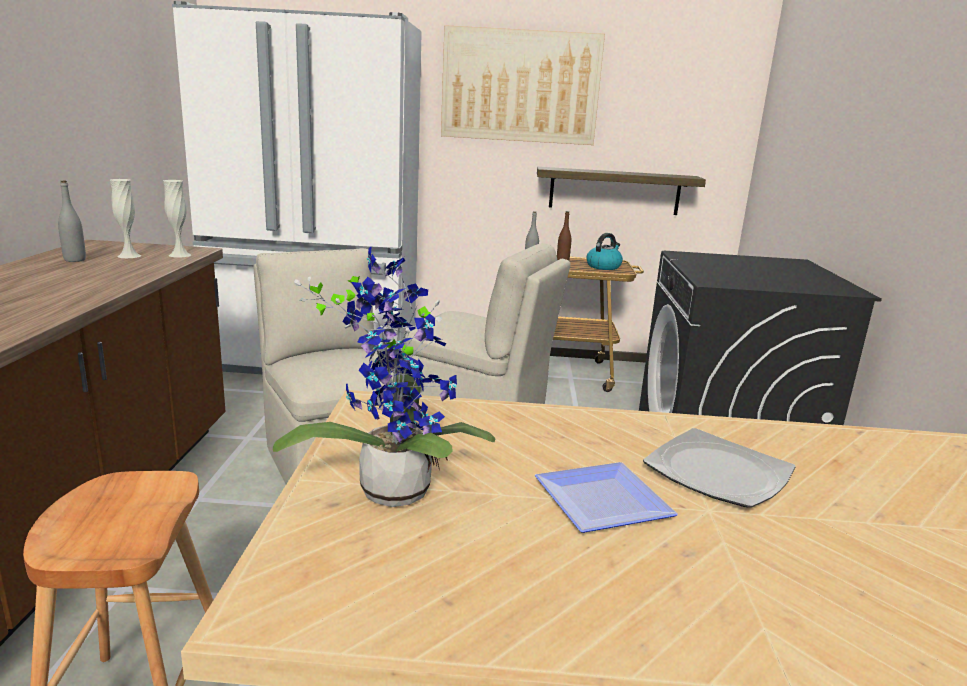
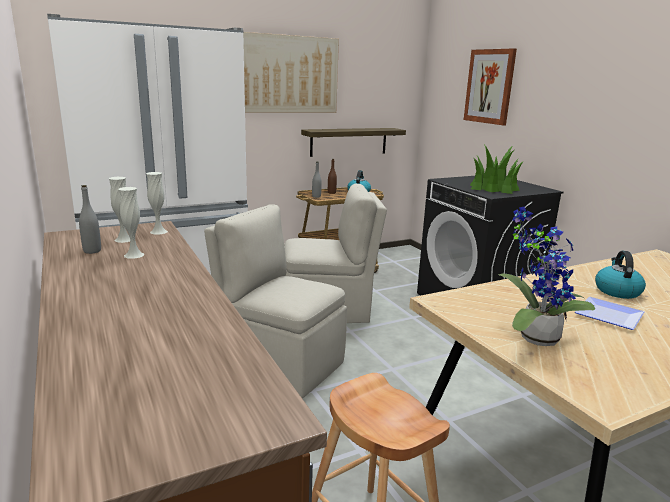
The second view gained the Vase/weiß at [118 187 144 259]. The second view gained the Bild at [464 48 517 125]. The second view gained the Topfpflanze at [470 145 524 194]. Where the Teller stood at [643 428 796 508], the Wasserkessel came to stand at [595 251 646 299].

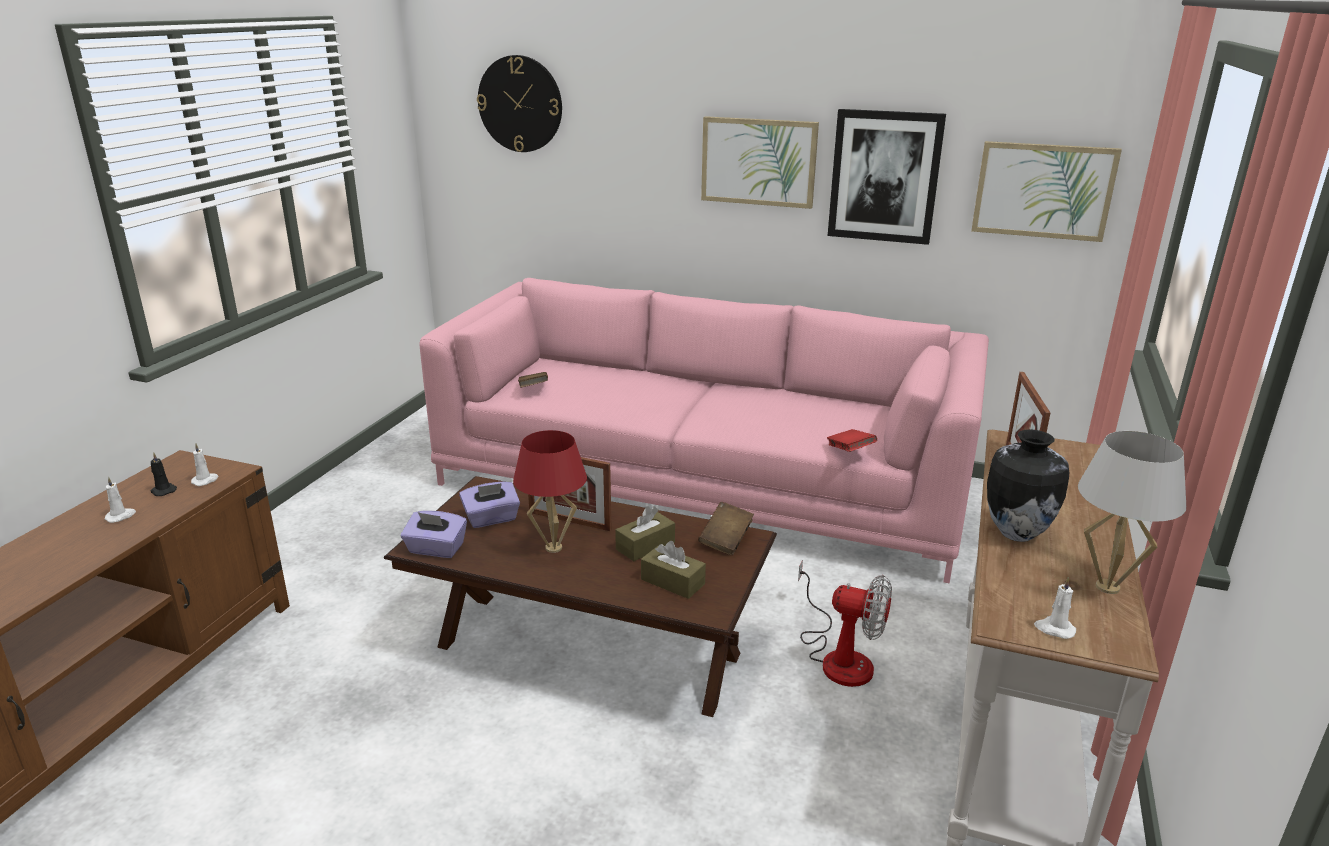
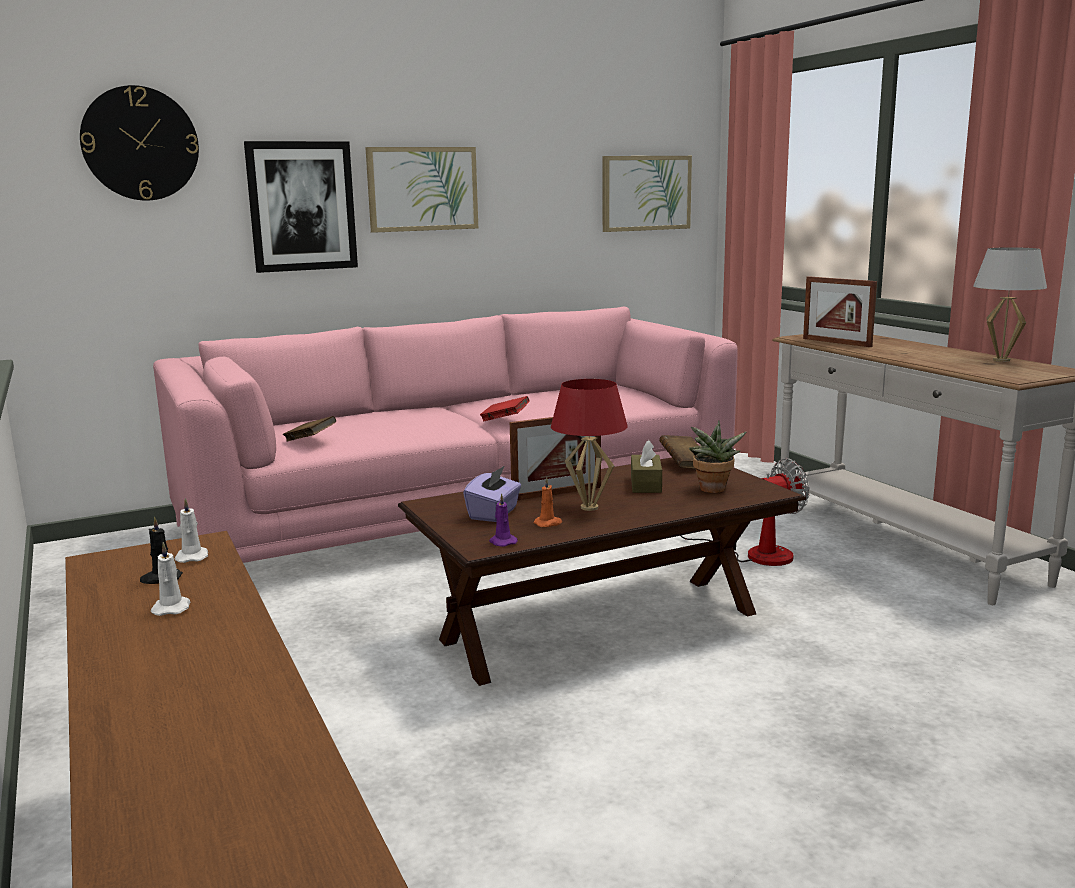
The second view lost the Vase at [987 429 1069 542]. The second view lost the Kerze/weiß at [1034 577 1076 639]. The second view gained the Kerze/orange at [534 477 562 527]. The Buch/rot ended up elsewhere, having gone from [827 429 877 452] to [480 396 530 422]. The Bild ended up elsewhere, having gone from [828 109 946 245] to [244 141 358 273]. Where the Taschentuchbox/lila stood at [401 511 467 558], the Kerze/lila came to stand at [489 493 517 547]. Where the Taschentuchbox/braun stood at [641 541 706 599], the Topfpflanze came to stand at [689 420 746 493].

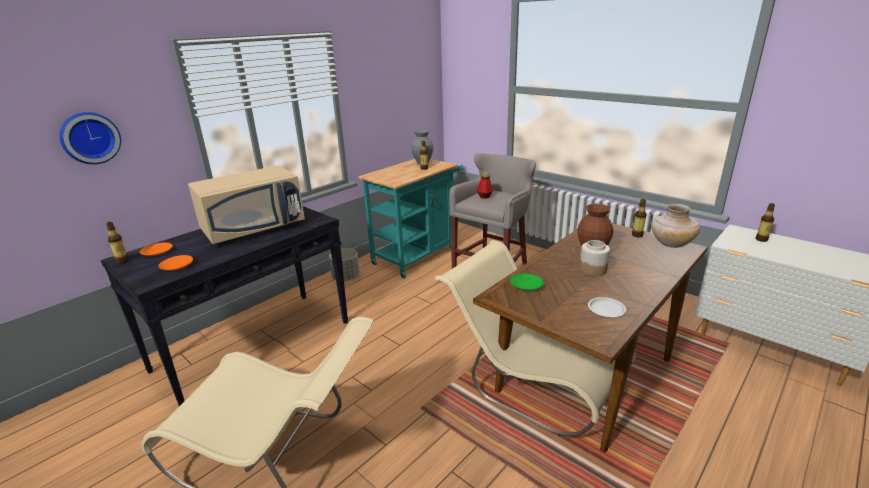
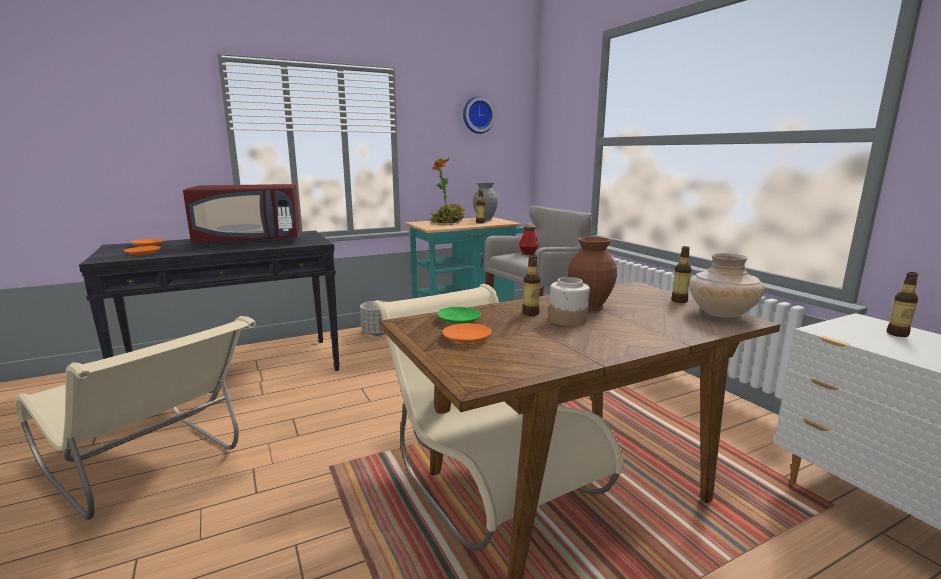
The second view lost the Teller/weiß at [588 297 626 317]. The second view gained the Topfpflanze at [429 157 465 223]. The second view gained the Teller/orange at [442 323 492 343]. The Wanduhr ended up elsewhere, having gone from [59 112 121 164] to [463 96 495 134]. The Flasche ended up elsewhere, having gone from [106 222 129 264] to [523 255 540 316]. What was the Mikrowelle/beige at [188 165 305 244] turned into the Mikrowelle/rot at [183 184 300 246].

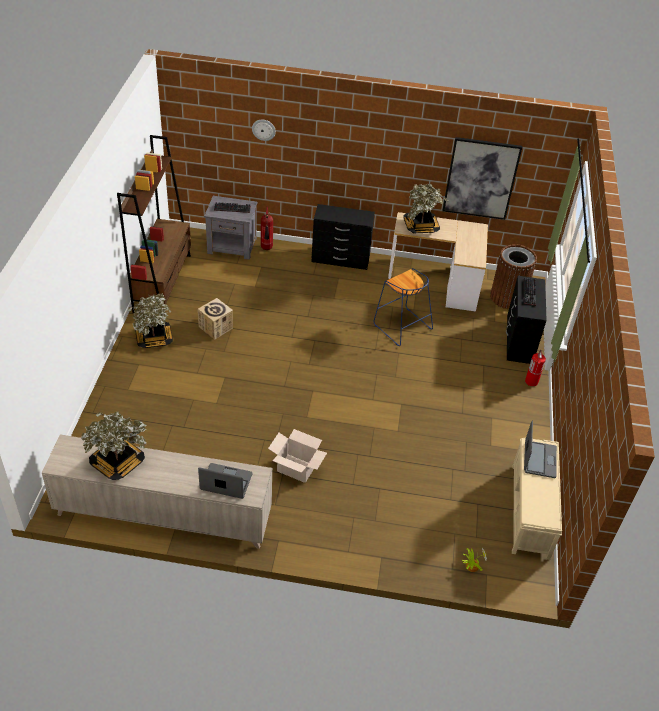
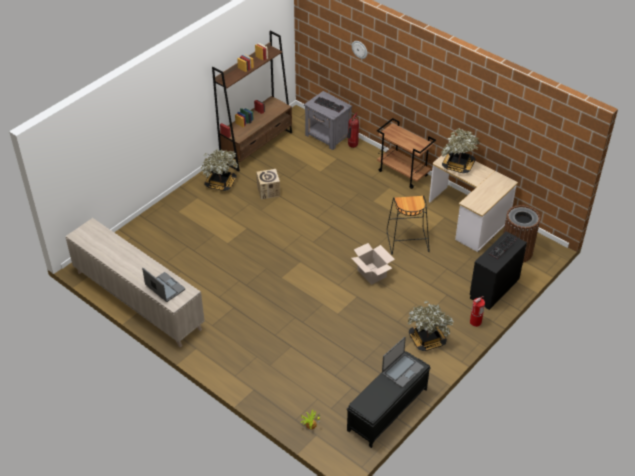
The second view lost the Bild at [442 137 522 220]. The Topfpflanze ended up elsewhere, having gone from [81 411 147 480] to [408 301 454 351]. The Karton ended up elsewhere, having gone from [268 429 327 483] to [351 243 395 285]. Where the Kommode/schwarz stood at [312 204 375 270], the Rollwagen/braun came to stand at [377 118 436 189]. What was the Hocker/blau at [373 268 433 346] turned into the Hocker/schwarz at [387 195 430 255]. What was the Bank/beige at [512 438 562 560] turned into the Bank/schwarz at [346 351 431 448].

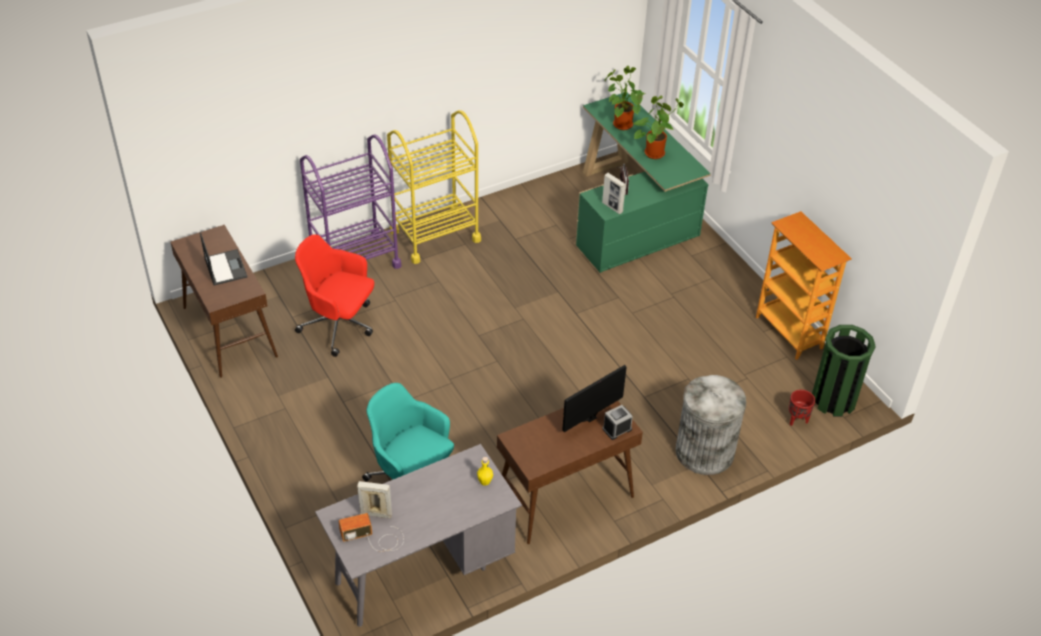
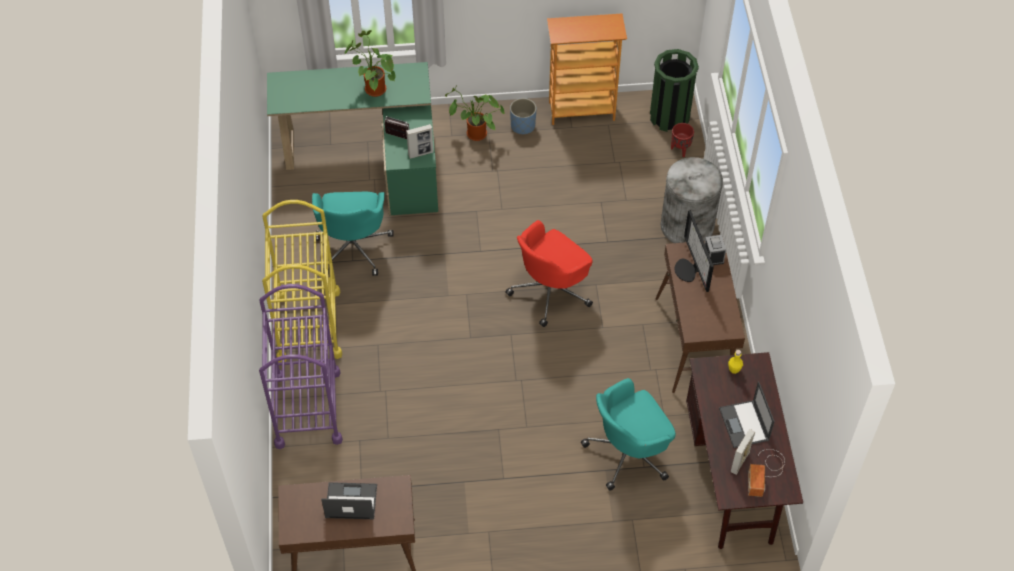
The second view gained the Bürostuhl/türkis at [312 192 394 276]. The second view gained the Pflanzkübel/blau at [510 98 537 134]. The second view gained the Laptop at [719 381 775 448]. The Bürostuhl/rot ended up elsewhere, having gone from [295 234 374 357] to [505 220 593 327]. The Topfpflanze ended up elsewhere, having gone from [604 66 645 130] to [445 84 504 141]. What was the Schreibtisch/grau at [315 444 522 627] turned into the Schreibtisch/braun at [686 352 803 549].

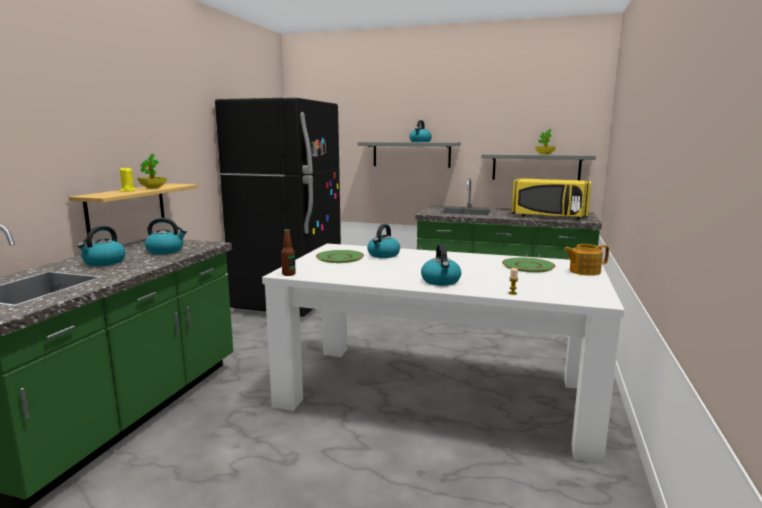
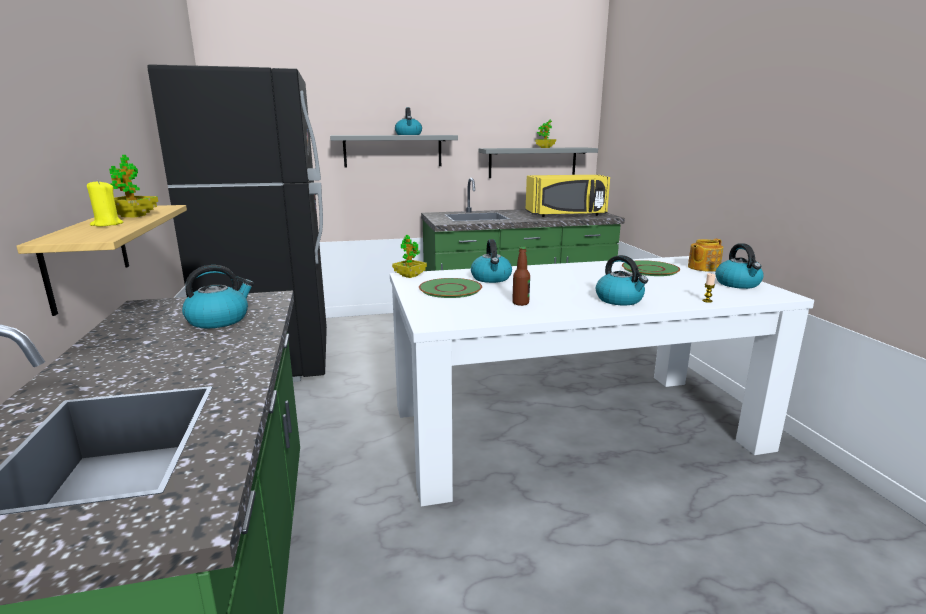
The second view gained the Topfpflanze at [392 235 427 278]. The Wasserkessel ended up elsewhere, having gone from [77 226 126 266] to [715 243 764 289]. The Flasche ended up elsewhere, having gone from [281 229 296 276] to [512 246 530 306].

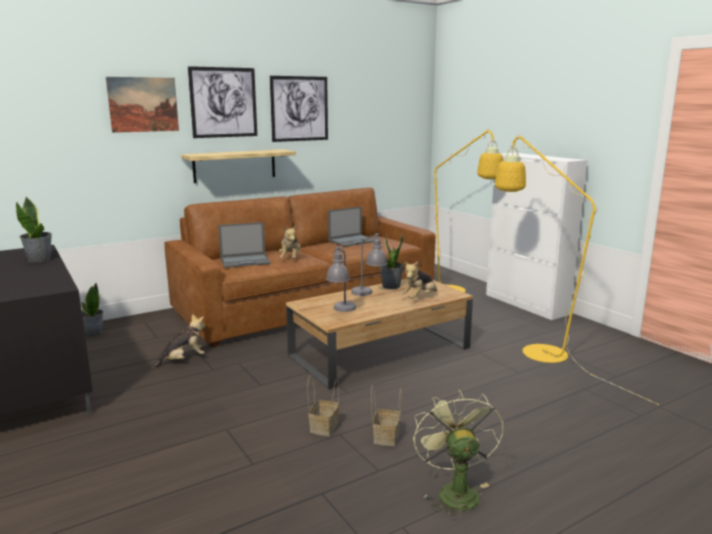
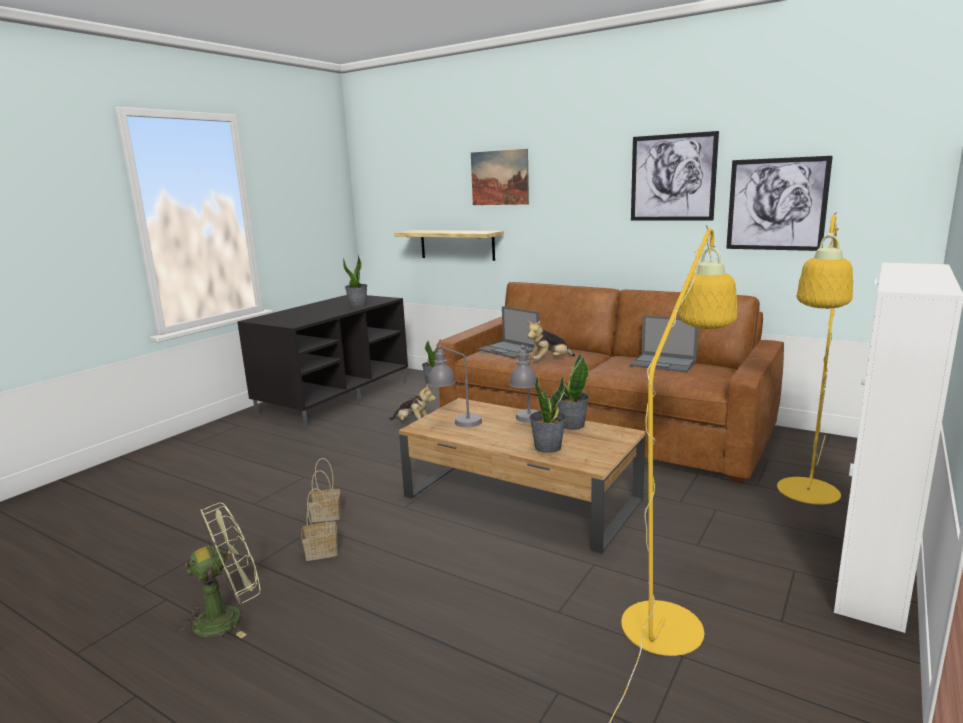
The Wandregal ended up elsewhere, having gone from [181 149 296 183] to [394 230 504 261]. The Bild ended up elsewhere, having gone from [188 66 257 138] to [726 156 833 251]. Where the Plüschtier stood at [400 261 437 299], the Topfpflanze came to stand at [529 375 566 453].

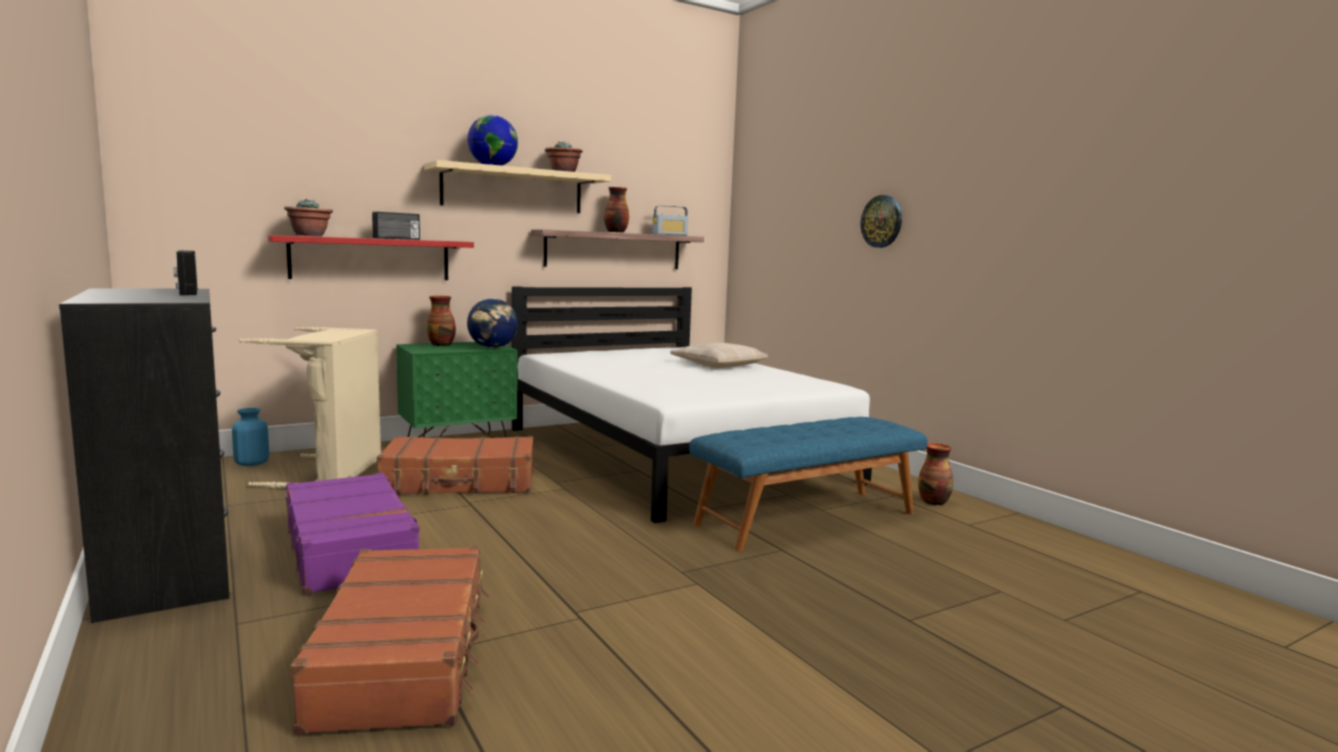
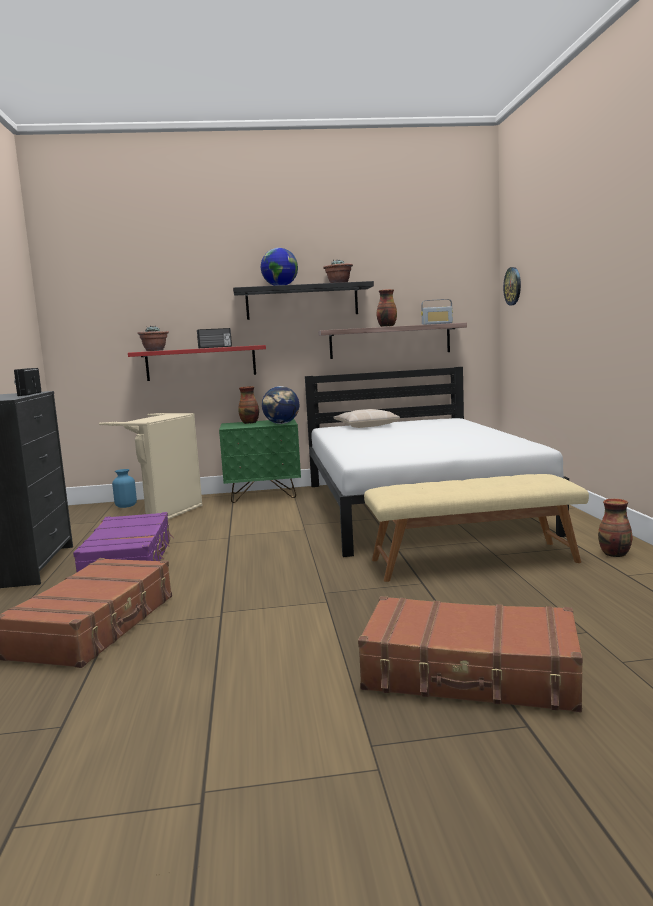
The Koffer/braun ended up elsewhere, having gone from [377 436 533 494] to [358 596 583 712]. The Kissen/beige ended up elsewhere, having gone from [670 343 768 368] to [333 409 400 428]. The Wanduhr ended up elsewhere, having gone from [861 195 902 248] to [503 267 521 305]. What was the Wandregal/beige at [424 160 611 213] turned into the Wandregal/schwarz at [233 281 374 320]. What was the Bank/blau at [689 417 928 551] turned into the Bank/beige at [364 474 589 582].

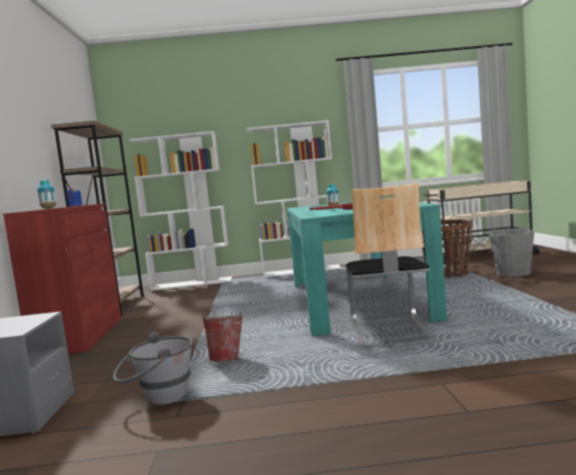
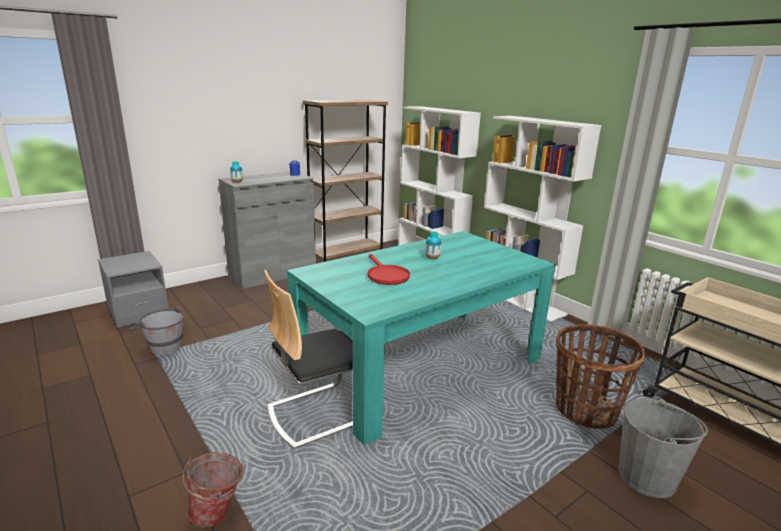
The Eimer ended up elsewhere, having gone from [202 313 246 362] to [183 452 243 528]. What was the Schrank/rot at [3 203 122 354] turned into the Schrank/grau at [219 172 316 289].

